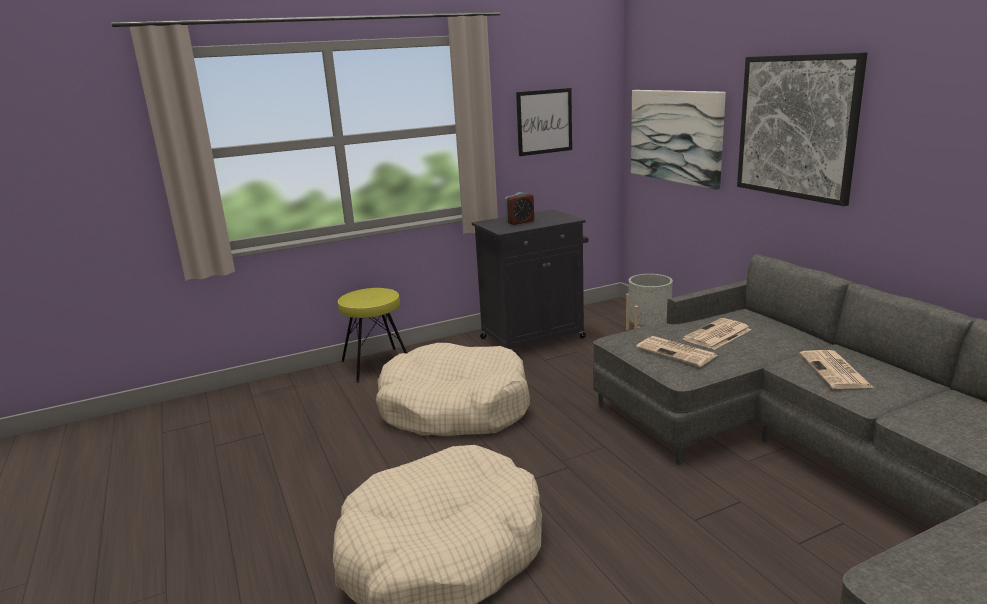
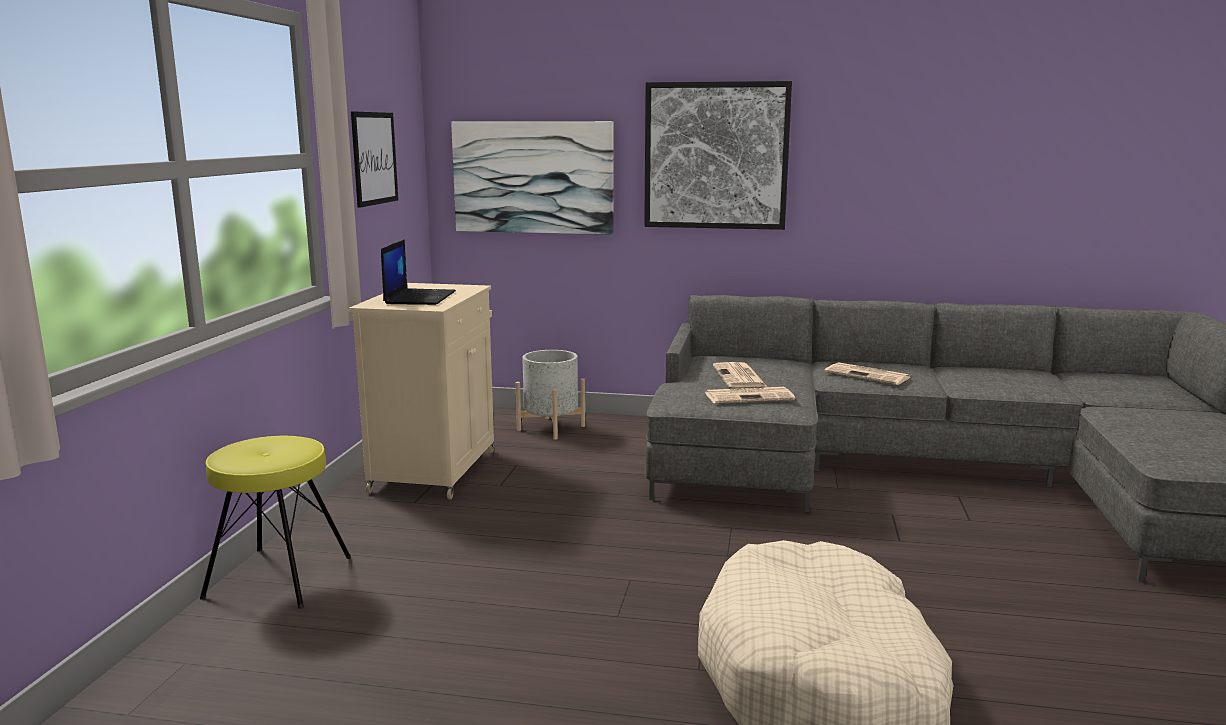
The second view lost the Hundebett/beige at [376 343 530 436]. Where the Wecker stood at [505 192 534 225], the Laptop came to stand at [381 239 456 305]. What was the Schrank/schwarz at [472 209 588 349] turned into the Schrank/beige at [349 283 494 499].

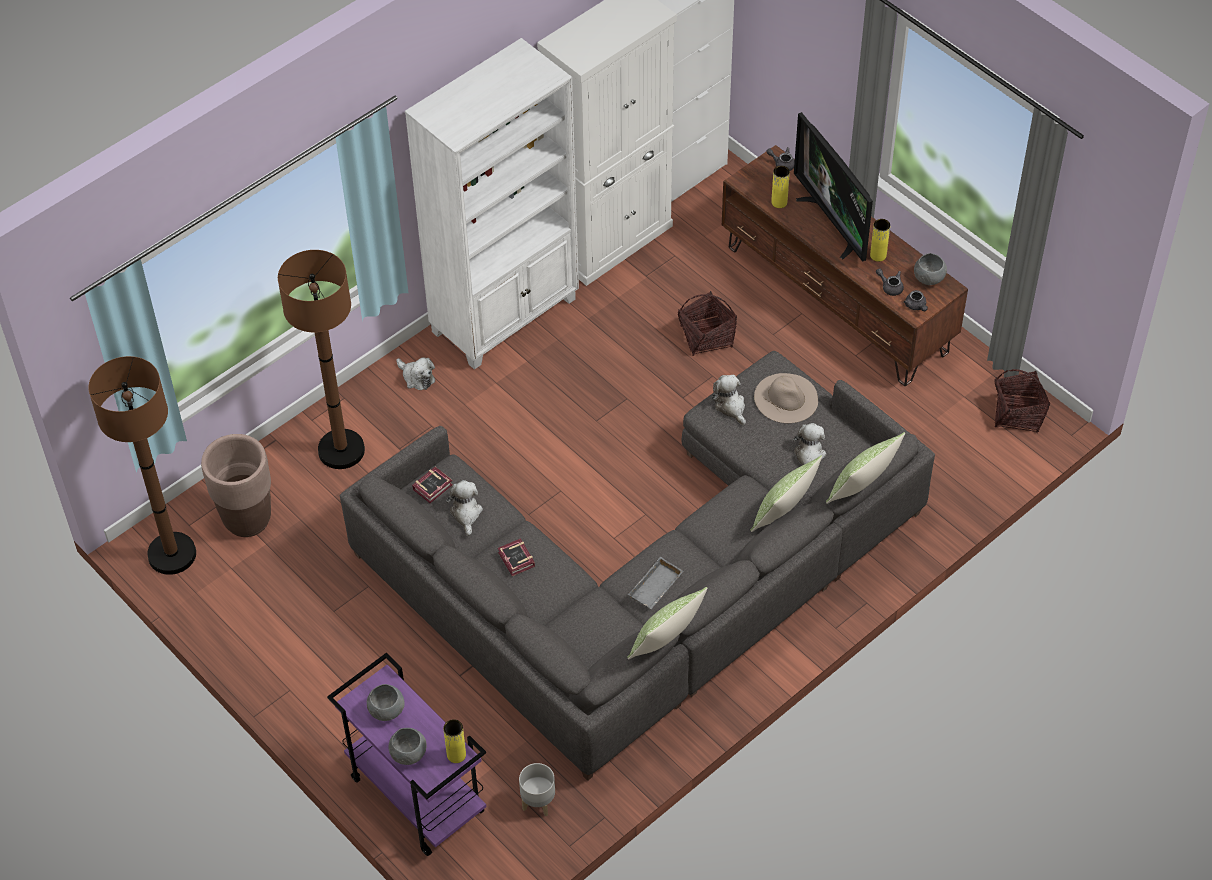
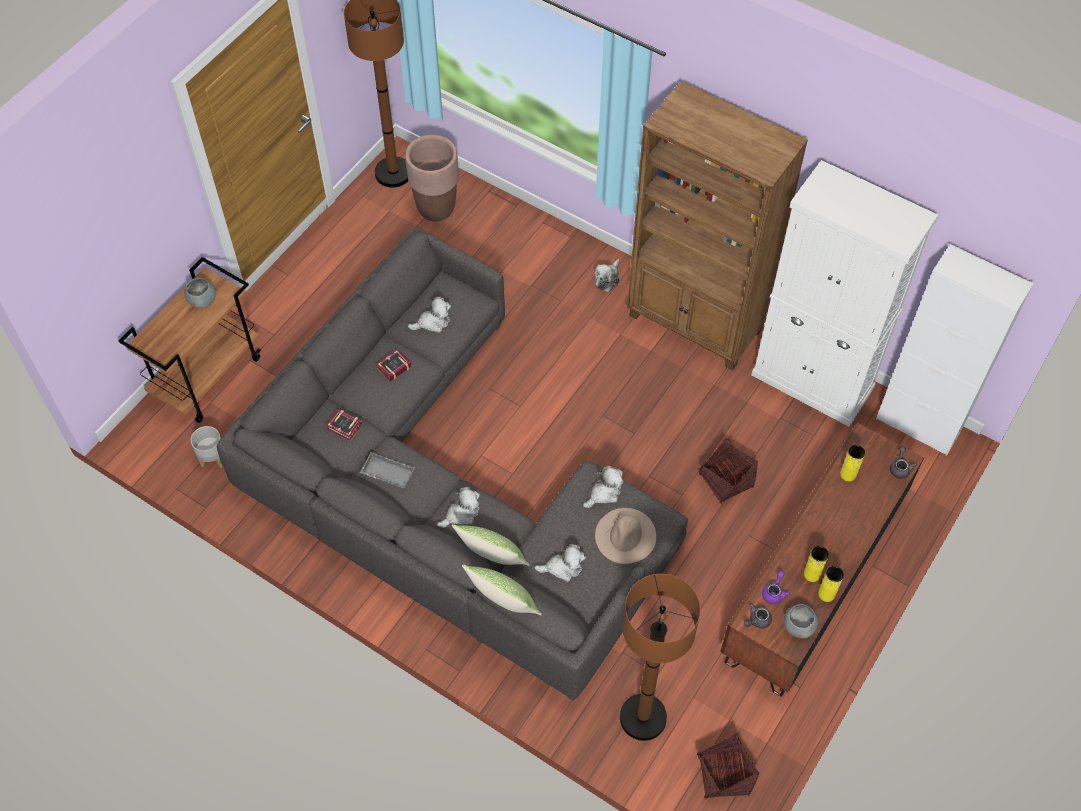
The second view lost the Schüssel/grau at [388 728 427 765]. The second view lost the Kissen at [627 587 707 659]. The second view lost the Fernseher at [794 112 873 262]. The second view gained the Plüschtier at [437 487 480 528]. The Stehlampe/braun ended up elsewhere, having gone from [278 250 365 469] to [620 574 700 741]. The Buch ended up elsewhere, having gone from [412 467 453 503] to [326 409 363 441]. The Vase/gelb ended up elsewhere, having gone from [443 719 466 763] to [818 566 844 602]. What was the Rollwagen/lila at [327 653 486 856] turned into the Rollwagen/braun at [118 257 261 423]. What was the Bücherregal/weiß at [405 38 579 370] turned into the Bücherregal/braun at [627 81 808 370]. What was the Teekanne/grau at [876 268 904 296] turned into the Teekanne/lila at [762 571 790 604].

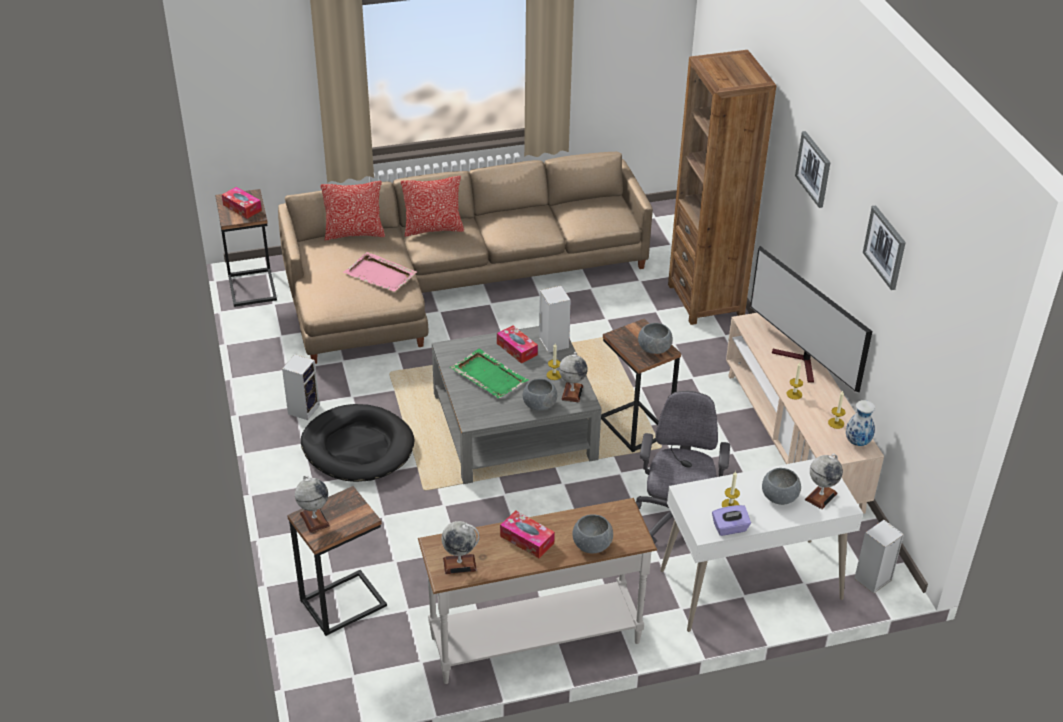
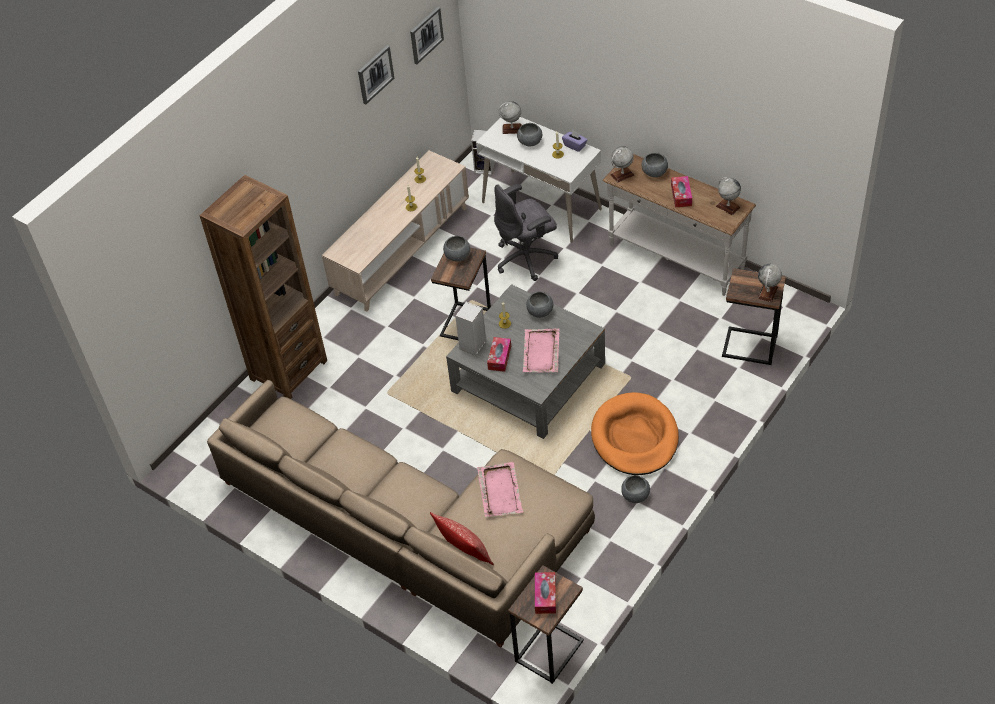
The second view lost the Kissen at [401 176 464 237]. The second view lost the Fernseher at [750 246 872 392]. The second view lost the Vase at [846 400 875 446]. The Globus ended up elsewhere, having gone from [559 352 588 403] to [610 146 634 183]. The Bild ended up elsewhere, having gone from [795 131 831 208] to [410 7 444 64]. Where the Lautsprecher stood at [282 354 320 420], the Schüssel/grau came to stand at [621 475 650 503]. What was the Hundebett/schwarz at [301 404 414 482] turned into the Hundebett/orange at [591 392 679 475]. What was the Tablett/grün at [450 349 529 399] turned into the Tablett/rosa at [523 328 559 372].

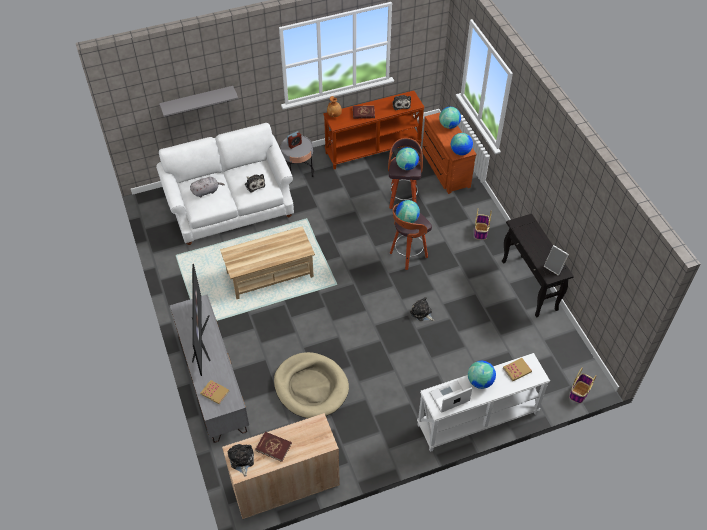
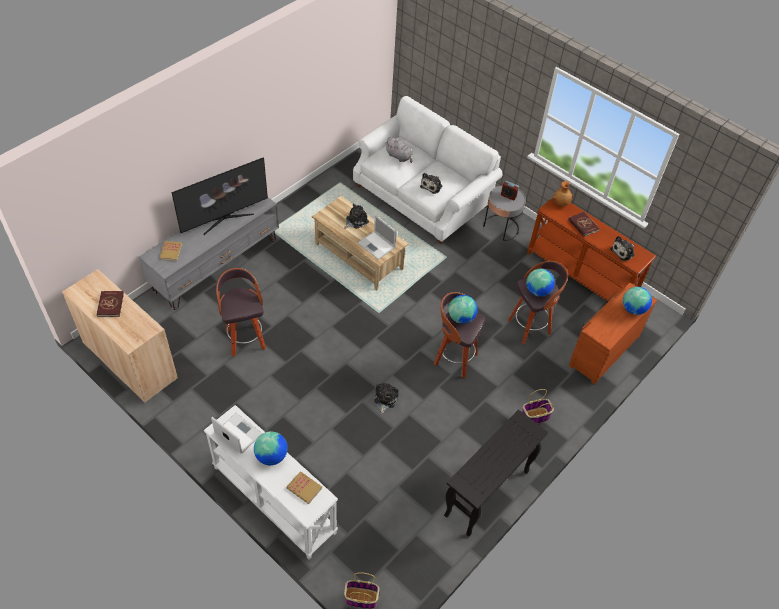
The second view lost the Wandregal/grau at [159 86 238 117]. The second view lost the Globus at [451 133 473 155]. The second view lost the Bilderrahmen at [544 245 569 276]. The second view gained the Laptop at [358 215 397 260]. The Plüschtier ended up elsewhere, having gone from [227 444 254 477] to [344 203 369 229]. Where the Hundebett/beige stood at [274 352 349 418], the Hocker came to stand at [216 268 266 357].

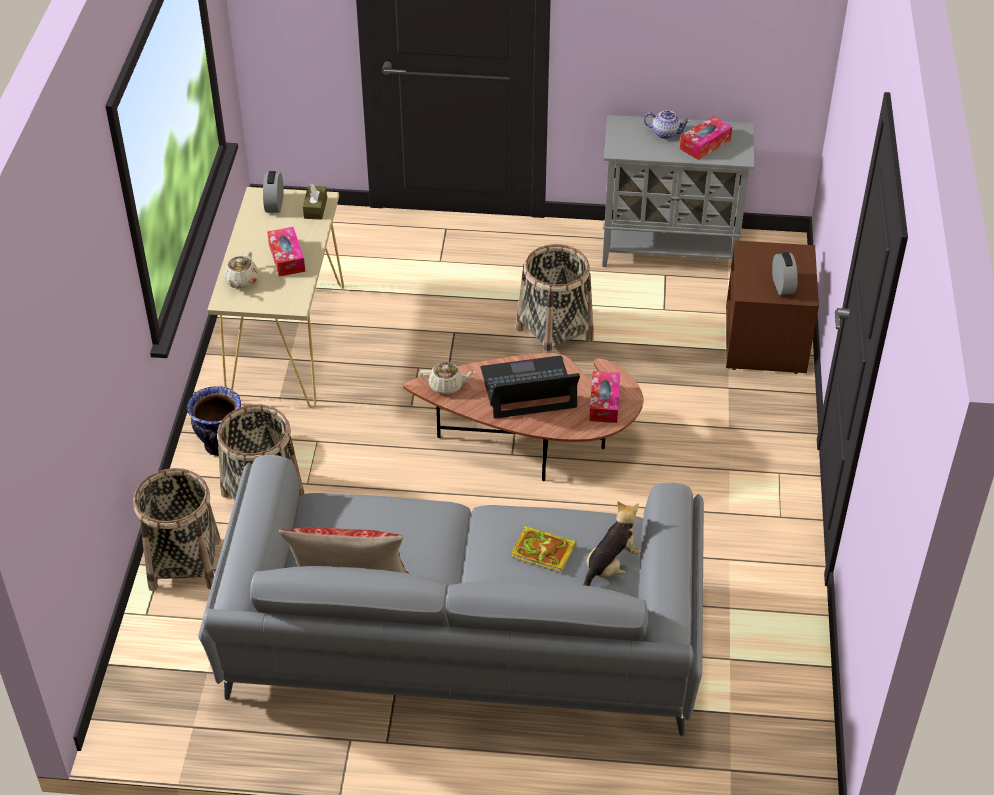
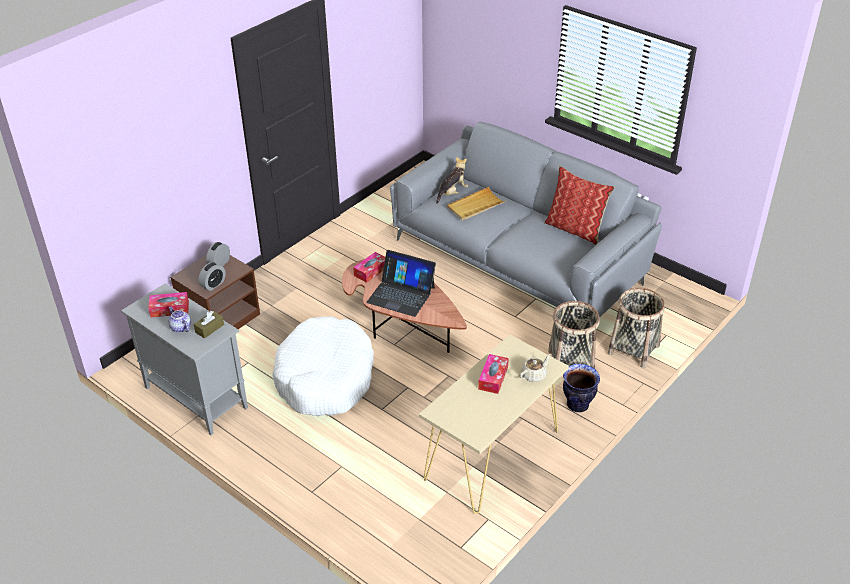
The second view lost the Teekanne/beige at [419 362 475 394]. The Wecker ended up elsewhere, having gone from [263 171 284 213] to [199 262 226 291]. The Taschentuchbox/braun ended up elsewhere, having gone from [303 183 327 220] to [194 311 224 339]. Where the Buch stood at [511 525 577 573], the Tablett/beige came to stand at [447 187 506 221]. Where the Korb stood at [516 244 594 353], the Hundebett/weiß came to stand at [272 317 374 416]. The Plüschtier at [583 502 641 586] ended up facing another way, 150 degrees clockwise from before.

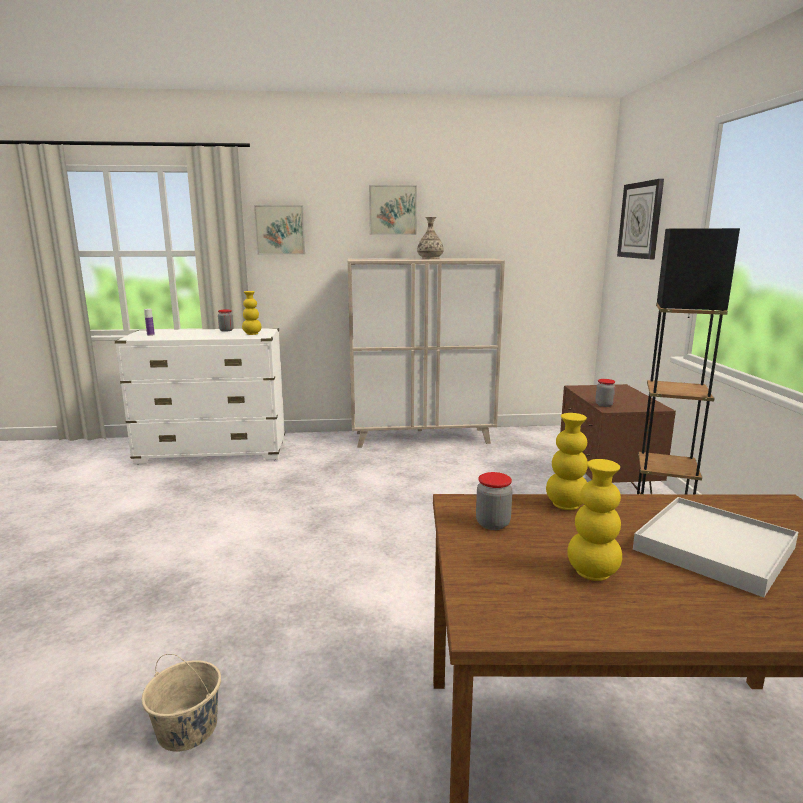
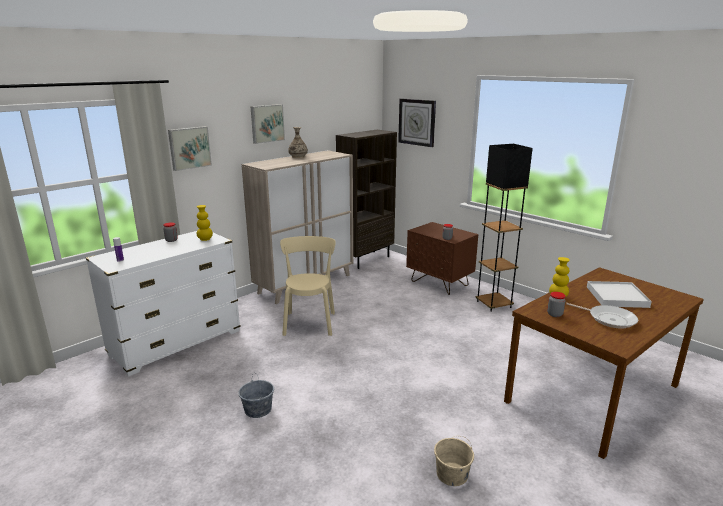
The second view gained the Eimer/grau at [238 373 274 418]. The second view gained the Stuhl/beige at [280 236 336 336]. The second view gained the Bücherregal/braun at [336 130 397 269]. Where the Vase/gelb stood at [567 459 622 581], the Pfanne came to stand at [566 303 638 329].

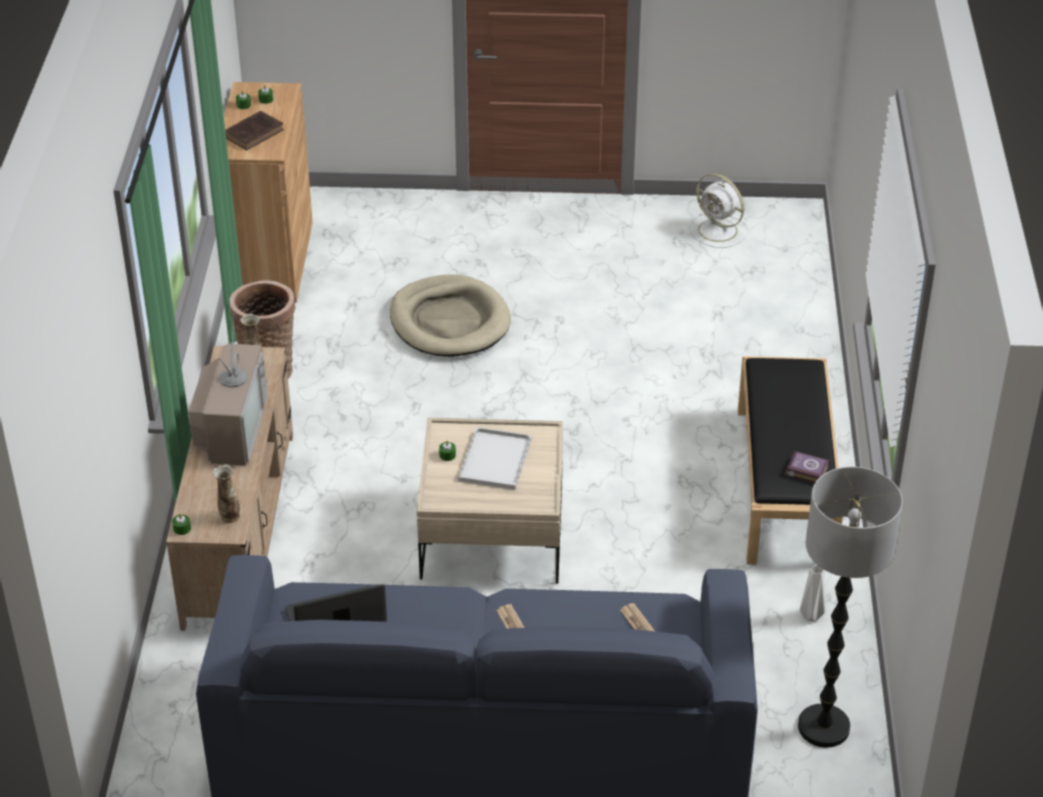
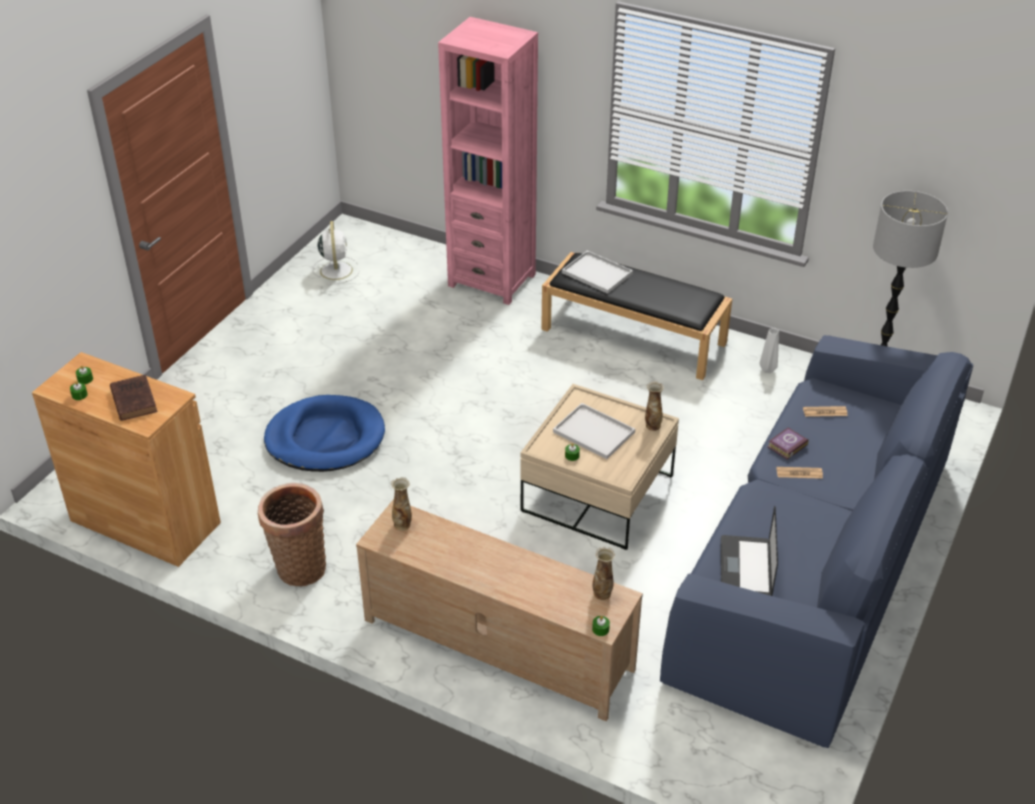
The second view lost the Fernseher at [189 313 267 466]. The second view gained the Bücherregal/rosa at [438 17 538 305]. The second view gained the Tablett/weiß at [562 250 633 294]. The second view gained the Vase at [645 381 664 431]. The Buch ended up elsewhere, having gone from [786 451 829 483] to [767 428 808 460]. What was the Hundebett/beige at [390 274 511 357] turned into the Hundebett/blau at [264 395 385 472]. The Ventilator/weiß at [689 173 749 248] ended up facing another way, 75 degrees counterclockwise from before.

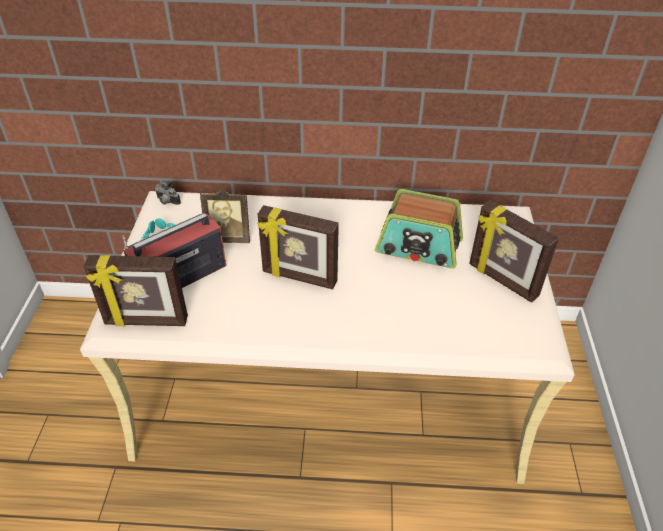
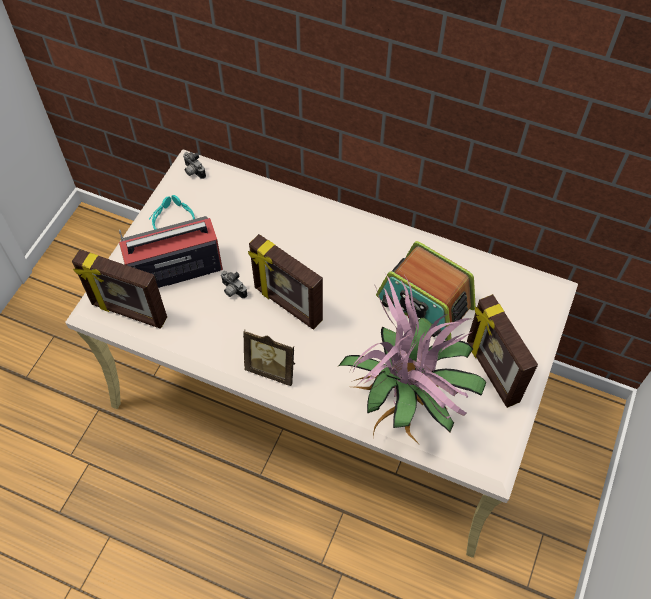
The second view gained the Kamera at [220 271 247 298]. The second view gained the Topfpflanze at [338 272 486 443]. The Bilderrahmen ended up elsewhere, having gone from [200 189 250 243] to [243 330 295 386].

